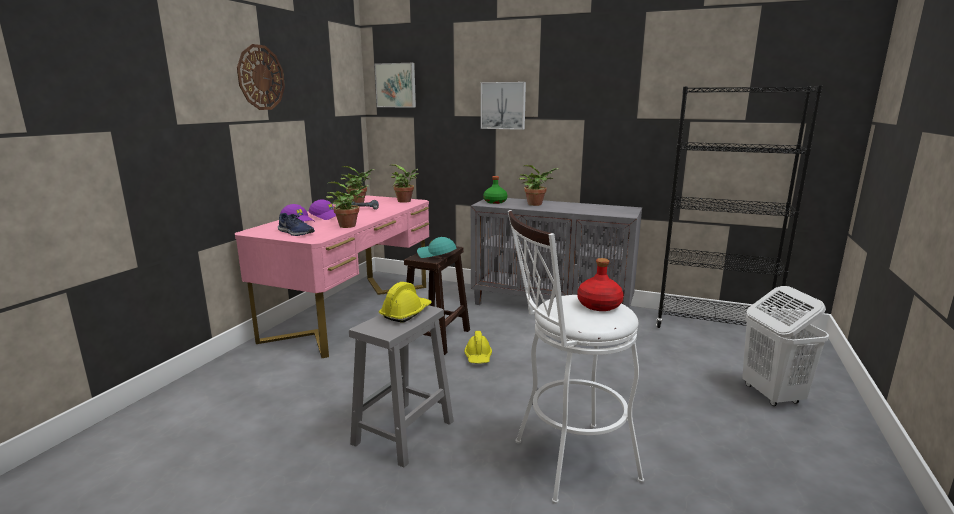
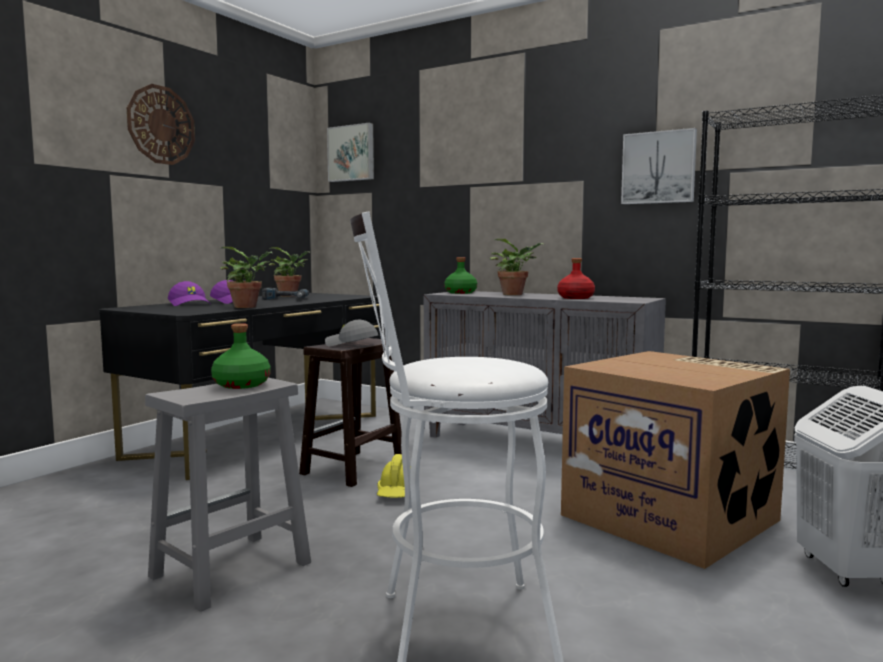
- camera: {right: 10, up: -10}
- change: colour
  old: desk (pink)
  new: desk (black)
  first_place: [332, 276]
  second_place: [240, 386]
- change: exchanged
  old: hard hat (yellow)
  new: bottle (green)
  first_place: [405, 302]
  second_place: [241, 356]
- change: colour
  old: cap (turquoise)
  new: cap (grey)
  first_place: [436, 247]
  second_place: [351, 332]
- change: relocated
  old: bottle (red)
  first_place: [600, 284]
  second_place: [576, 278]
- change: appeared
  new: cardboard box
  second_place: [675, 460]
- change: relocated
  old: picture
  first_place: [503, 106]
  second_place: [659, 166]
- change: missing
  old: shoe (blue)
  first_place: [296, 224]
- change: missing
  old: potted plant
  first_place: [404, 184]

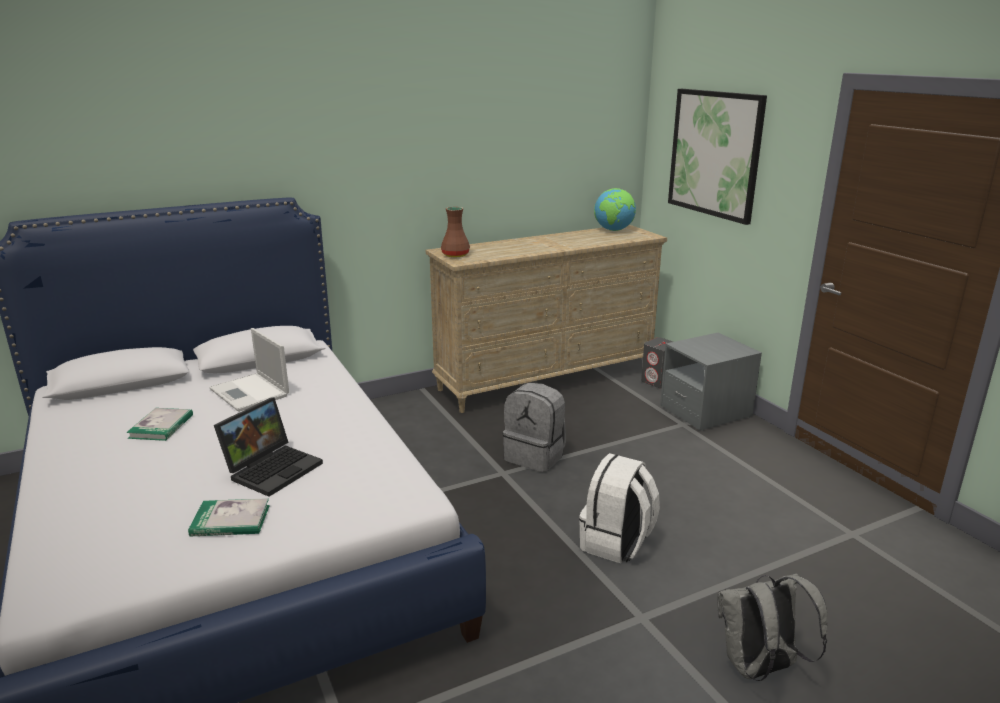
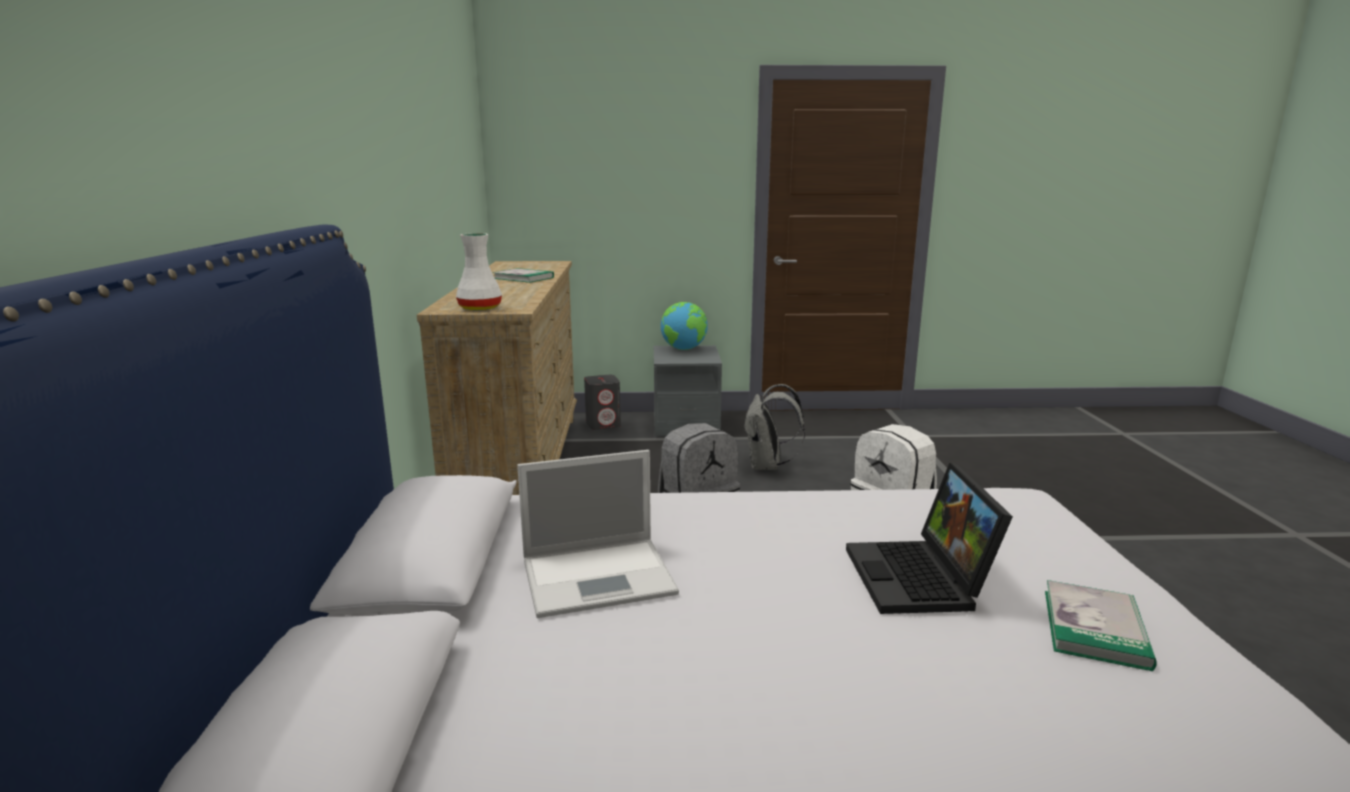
- camera: {right: -65, up: -5}
- change: colour
  old: vase (brown)
  new: vase (white)
  first_place: [455, 232]
  second_place: [479, 272]
- change: relocated
  old: book
  first_place: [159, 424]
  second_place: [523, 275]
- change: relocated
  old: globe
  first_place: [615, 209]
  second_place: [684, 326]
- change: relocated
  old: backpack (grey)
  first_place: [772, 627]
  second_place: [774, 427]
- change: spun
  old: laptop
  first_place: [268, 447]
  second_place: [929, 538]
  degrees: -150
- change: missing
  old: picture
  first_place: [717, 157]

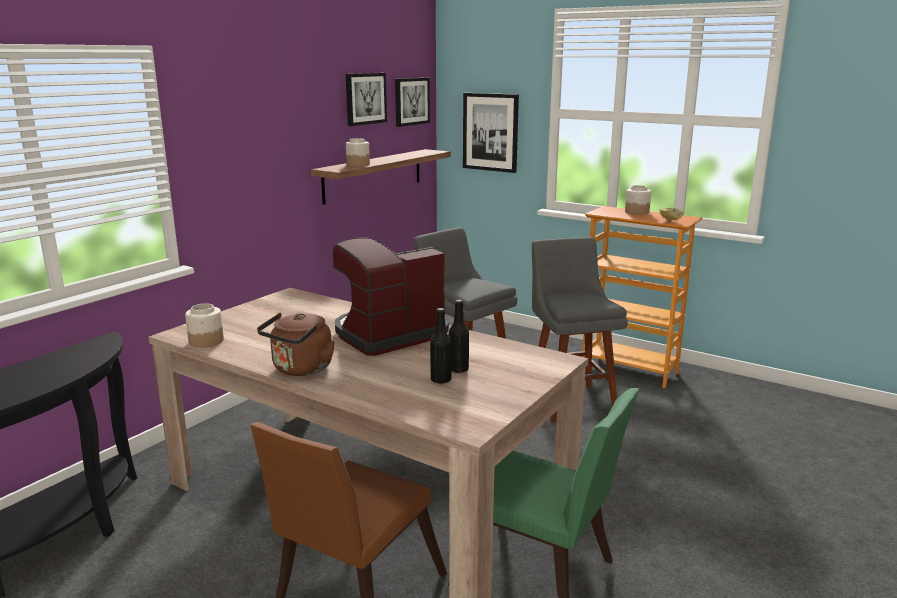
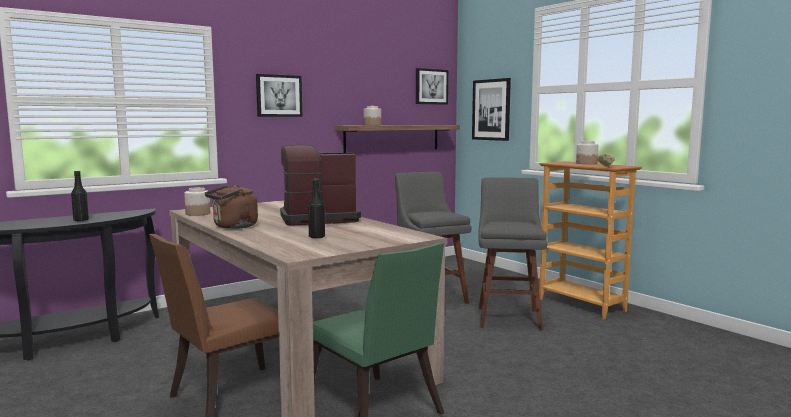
- camera: {right: 20, up: -10}
- change: relocated
  old: bottle (black)
  first_place: [459, 336]
  second_place: [80, 196]
- change: relocated
  old: picture
  first_place: [366, 99]
  second_place: [279, 95]

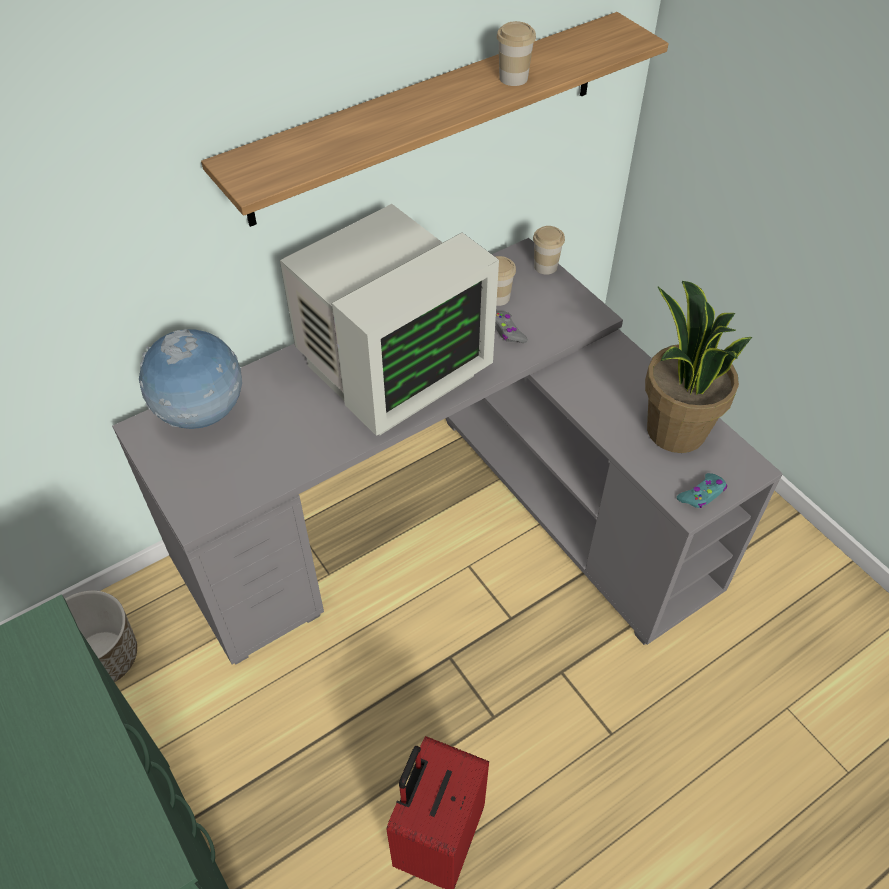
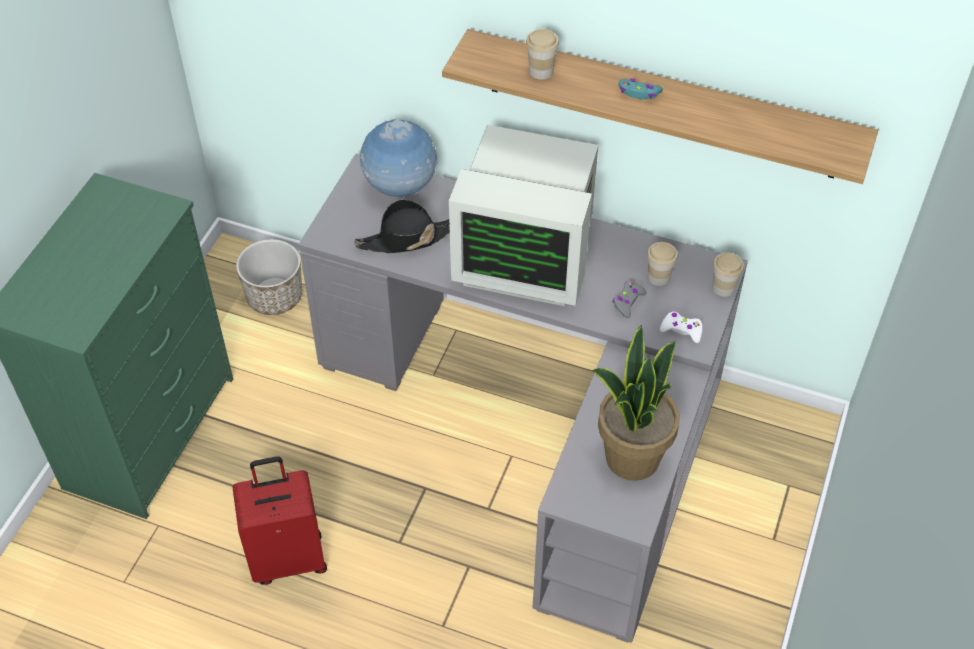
- camera: {right: 55, up: 0}
- change: appeared
  new: hat (black)
  second_place: [402, 226]
- change: relocated
  old: cup
  first_place: [516, 53]
  second_place: [542, 54]
- change: relocated
  old: game controller (turquoise)
  first_place: [702, 490]
  second_place: [641, 89]
- change: appeared
  new: game controller (white)
  second_place: [681, 327]

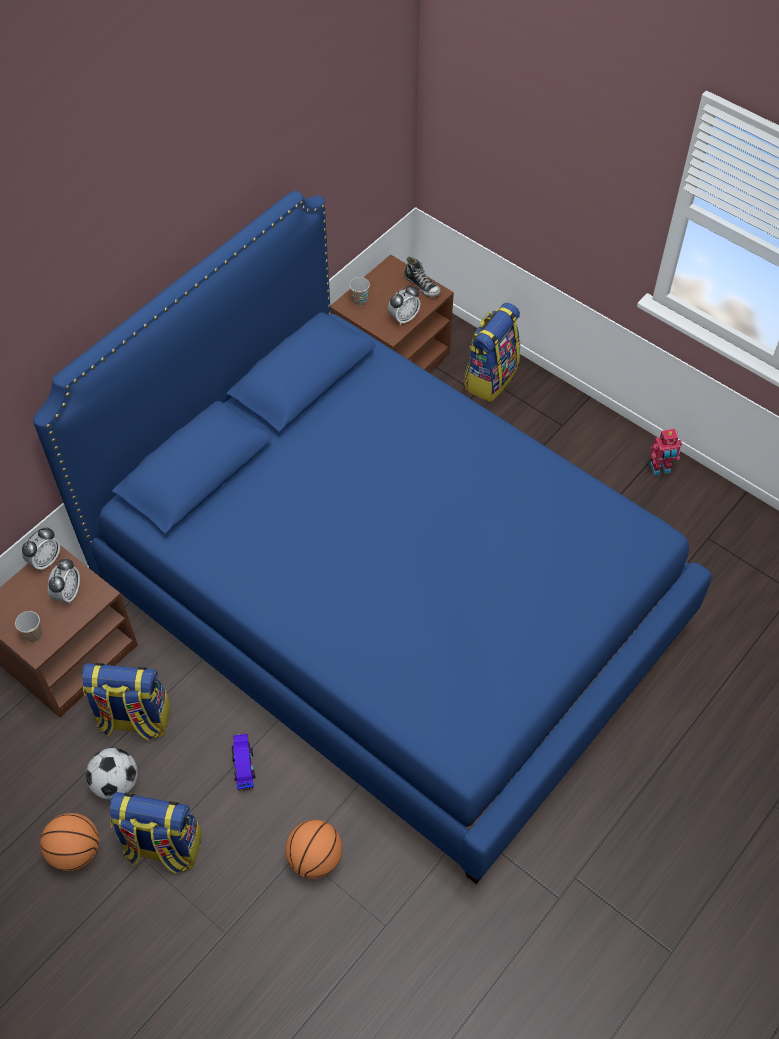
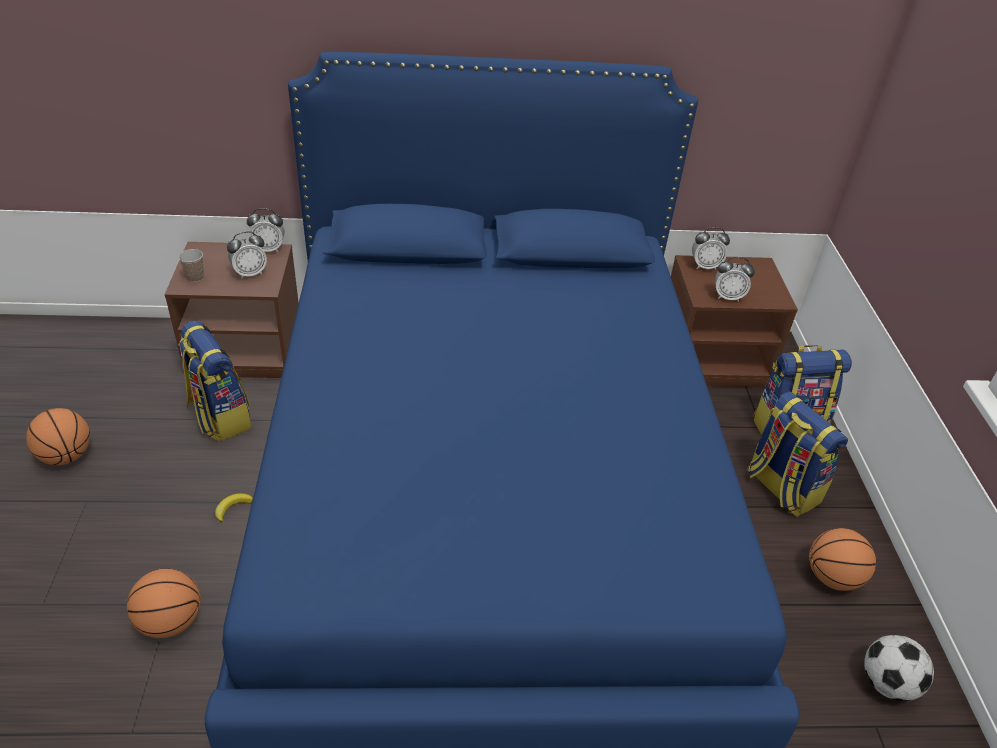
- camera: {right: 45, up: -15}
- change: exchanged
  old: toy car
  new: banana
  first_place: [243, 762]
  second_place: [234, 508]
- change: exchanged
  old: cup
  new: alarm clock
  first_place: [360, 291]
  second_place: [711, 248]
- change: relocated
  old: backpack
  first_place: [156, 833]
  second_place: [797, 454]
- change: appeared
  new: basketball
  second_place: [842, 559]
- change: relocated
  old: football
  first_place: [112, 774]
  second_place: [899, 668]
- change: missing
  old: shoe
  first_place: [422, 277]
- change: missing
  old: toy robot
  first_place: [665, 452]

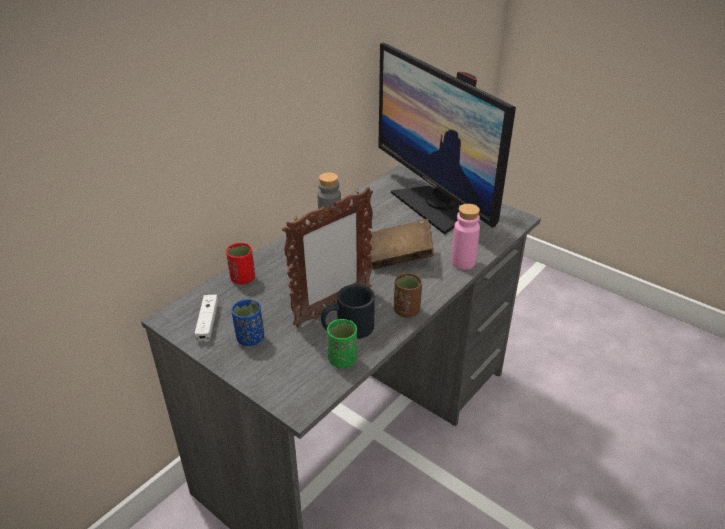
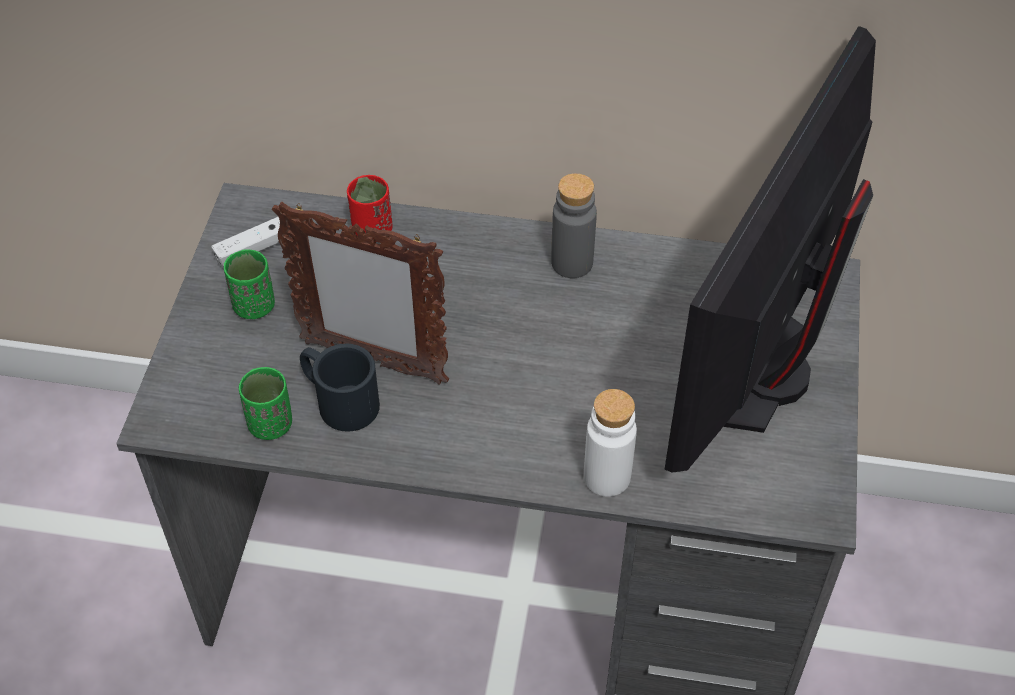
- camera: {right: 60, up: 15}
- change: colour
  old: cup (blue)
  new: cup (green)
  first_place: [248, 322]
  second_place: [249, 284]
- change: colour
  old: bottle (pink)
  new: bottle (white)
  first_place: [465, 237]
  second_place: [610, 443]
- change: missing
  old: book (brown)
  first_place: [401, 244]
- change: missing
  old: cup (brown)
  first_place: [408, 295]

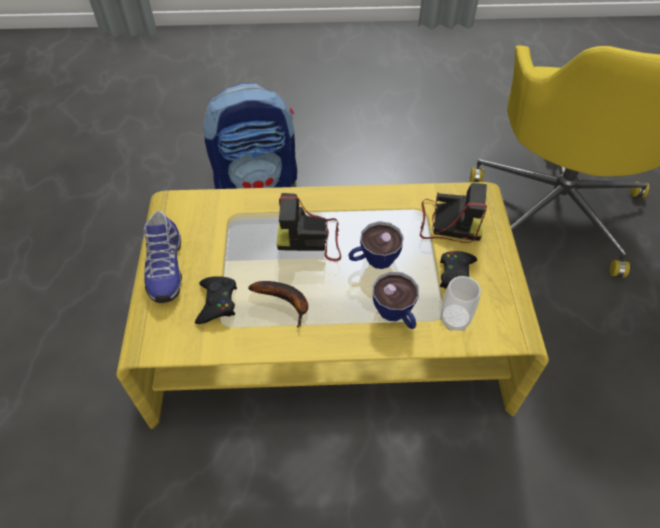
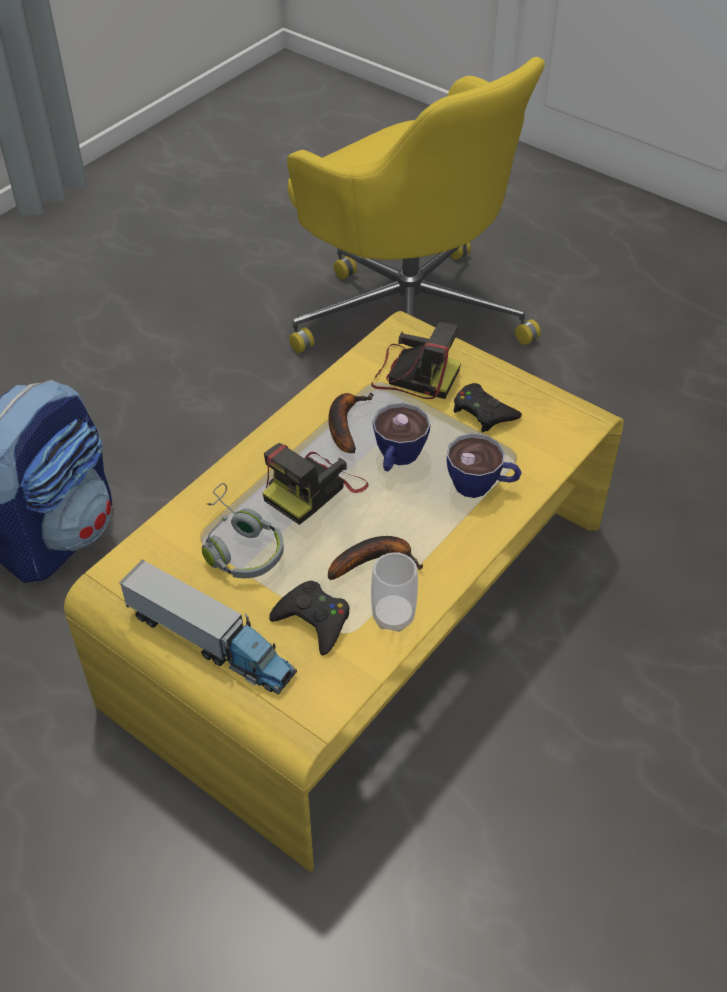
- camera: {right: -50, up: -5}
- change: exchanged
  old: shoe
  new: toy truck
  first_place: [162, 256]
  second_place: [208, 627]
- change: appeared
  new: headphones (grey)
  second_place: [243, 530]
- change: appeared
  new: banana
  second_place: [350, 423]
- change: spun
  old: photo camera
  first_place: [453, 213]
  second_place: [416, 360]
  degrees: 60
- change: relocated
  old: cup
  first_place: [460, 303]
  second_place: [394, 592]

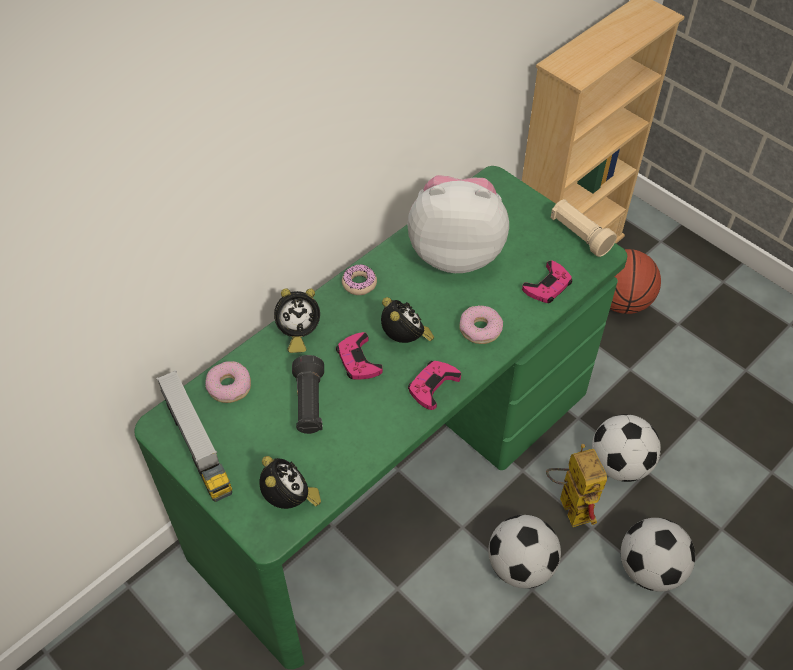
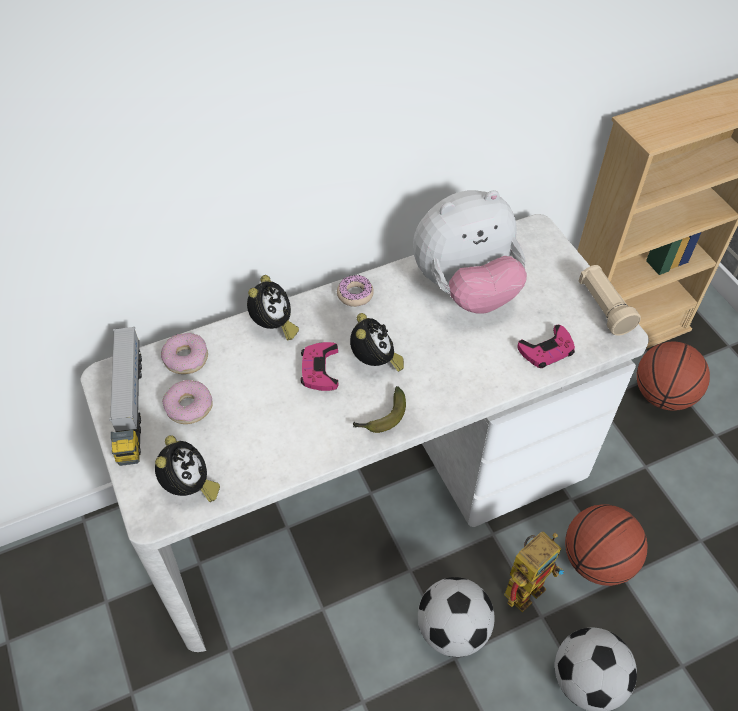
- camera: {right: 20, up: 0}
- change: colour
  old: desk (green)
  new: desk (white)
  first_place: [381, 417]
  second_place: [364, 433]
- change: relocated
  old: donut
  first_place: [481, 324]
  second_place: [187, 402]
- change: spun
  old: alarm clock
  first_place: [297, 320]
  second_place: [273, 307]
  degrees: -75
- change: exchanged
  old: game controller (pink)
  new: banana
  first_place: [434, 385]
  second_place: [379, 409]
- change: spun
  old: plush toy
  first_place: [458, 224]
  second_place: [470, 252]
  degrees: 135
- change: spun
  old: toy robot
  first_place: [576, 485]
  second_place: [534, 572]
  degrees: 45
- change: exchanged
  old: football
  new: basketball
  first_place: [626, 448]
  second_place: [606, 545]
- change: missing
  old: flashlight (black)
  first_place: [308, 394]

